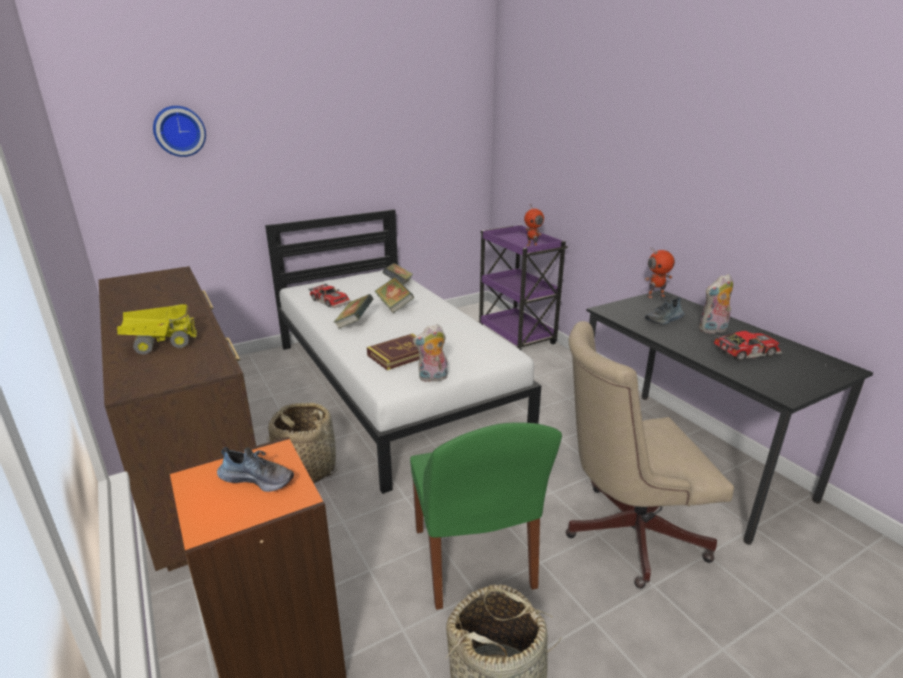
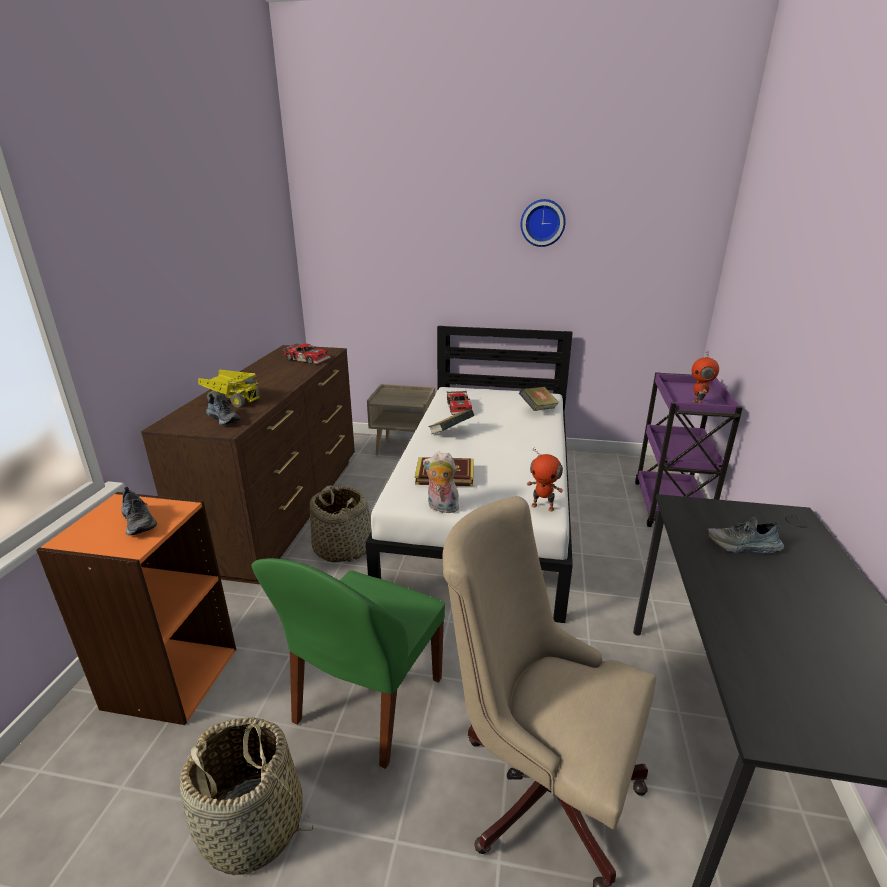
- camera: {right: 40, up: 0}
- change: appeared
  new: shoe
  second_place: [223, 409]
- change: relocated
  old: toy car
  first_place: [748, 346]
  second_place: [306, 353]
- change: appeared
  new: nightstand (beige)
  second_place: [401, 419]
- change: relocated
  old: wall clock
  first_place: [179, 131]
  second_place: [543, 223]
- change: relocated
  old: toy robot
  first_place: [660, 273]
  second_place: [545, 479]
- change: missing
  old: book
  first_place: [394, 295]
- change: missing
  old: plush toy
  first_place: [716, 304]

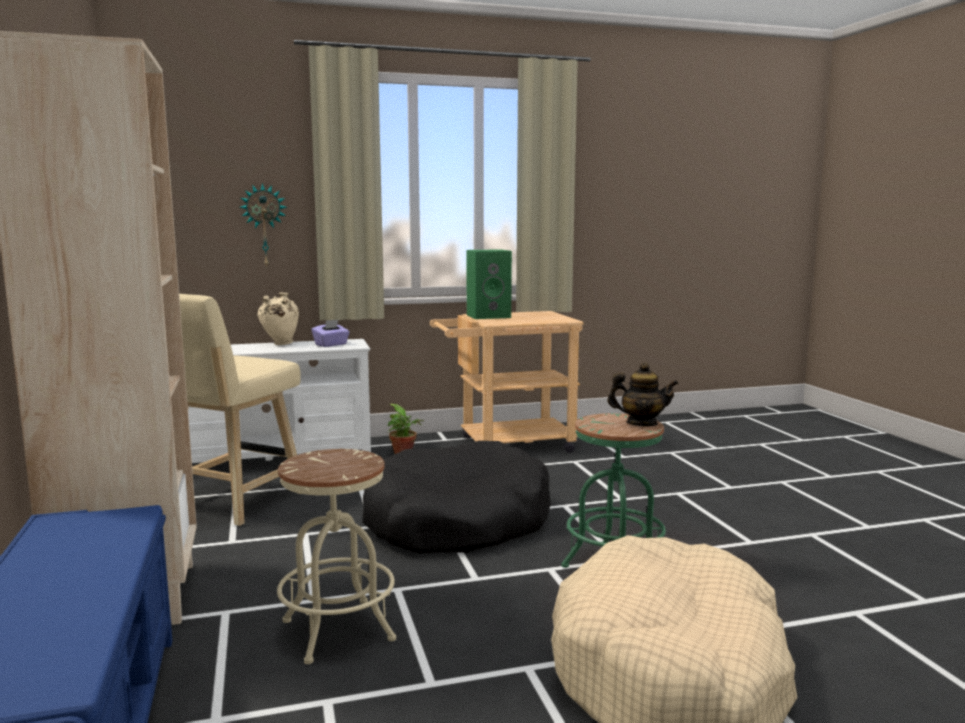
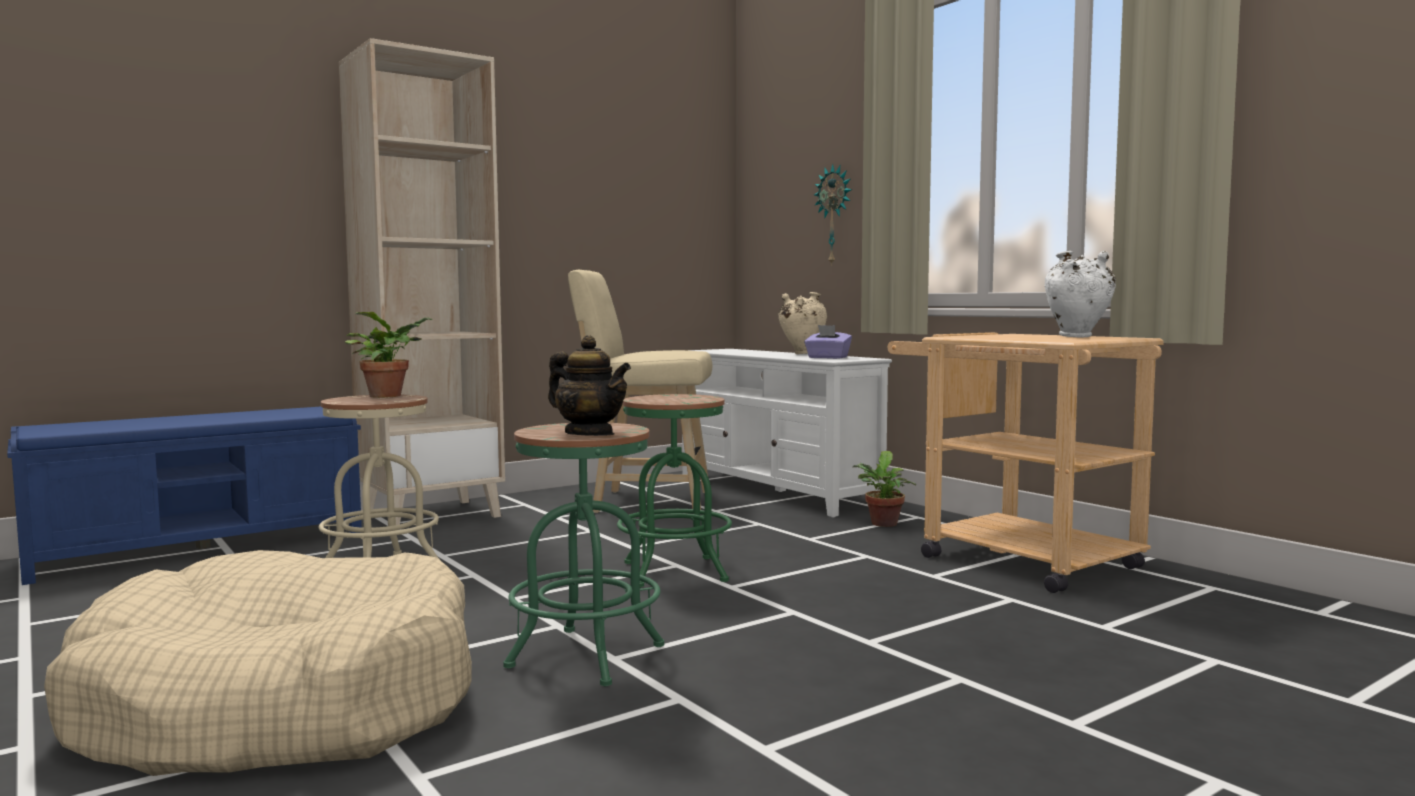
- camera: {right: 70, up: -5}
- change: appeared
  new: potted plant
  second_place: [388, 355]
- change: spun
  old: teapot
  first_place: [643, 394]
  second_place: [589, 385]
  degrees: -45
- change: exchanged
  old: dog bed (black)
  new: stool (green)
  first_place: [456, 497]
  second_place: [674, 491]
- change: appeared
  new: vase (white)
  second_place: [1080, 294]
- change: missing
  old: speaker (green)
  first_place: [489, 284]

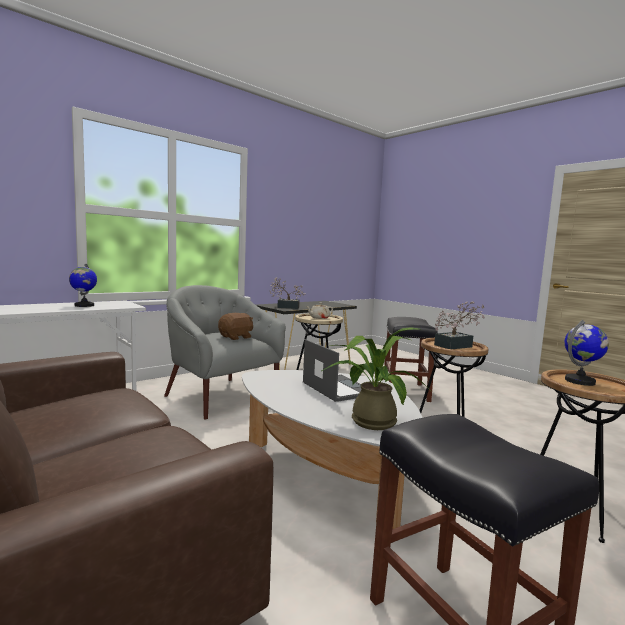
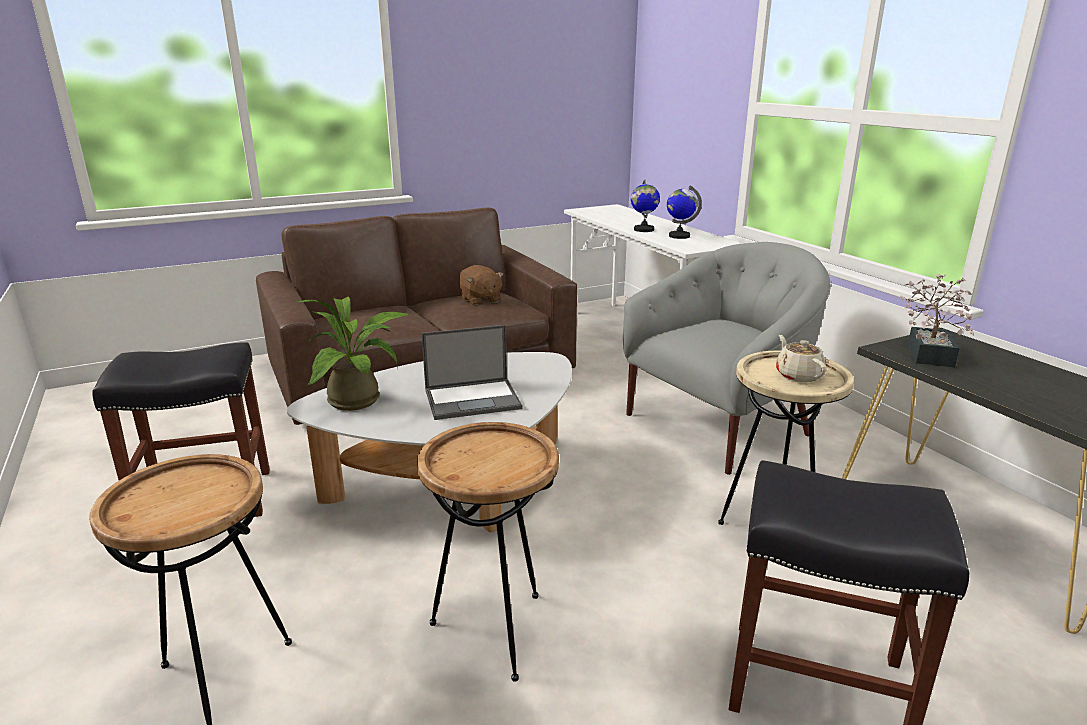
- camera: {right: 105, up: 15}
- change: relocated
  old: plush toy (brown)
  first_place: [235, 326]
  second_place: [481, 285]
- change: relocated
  old: globe
  first_place: [587, 353]
  second_place: [645, 205]
- change: missing
  old: potted plant
  first_place: [459, 325]

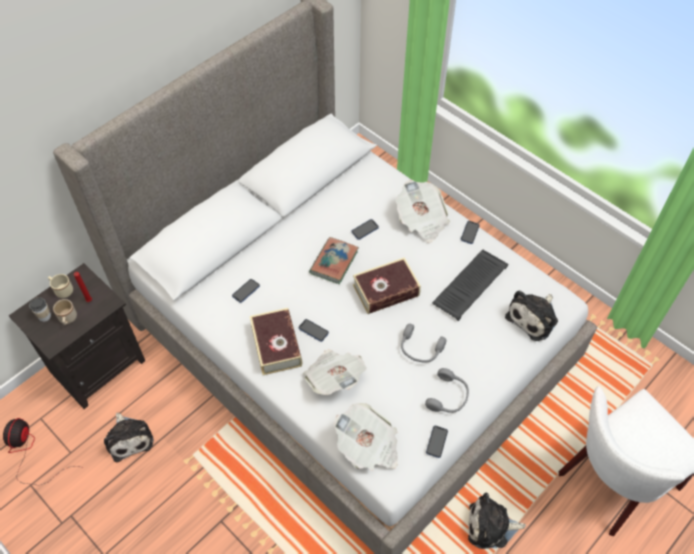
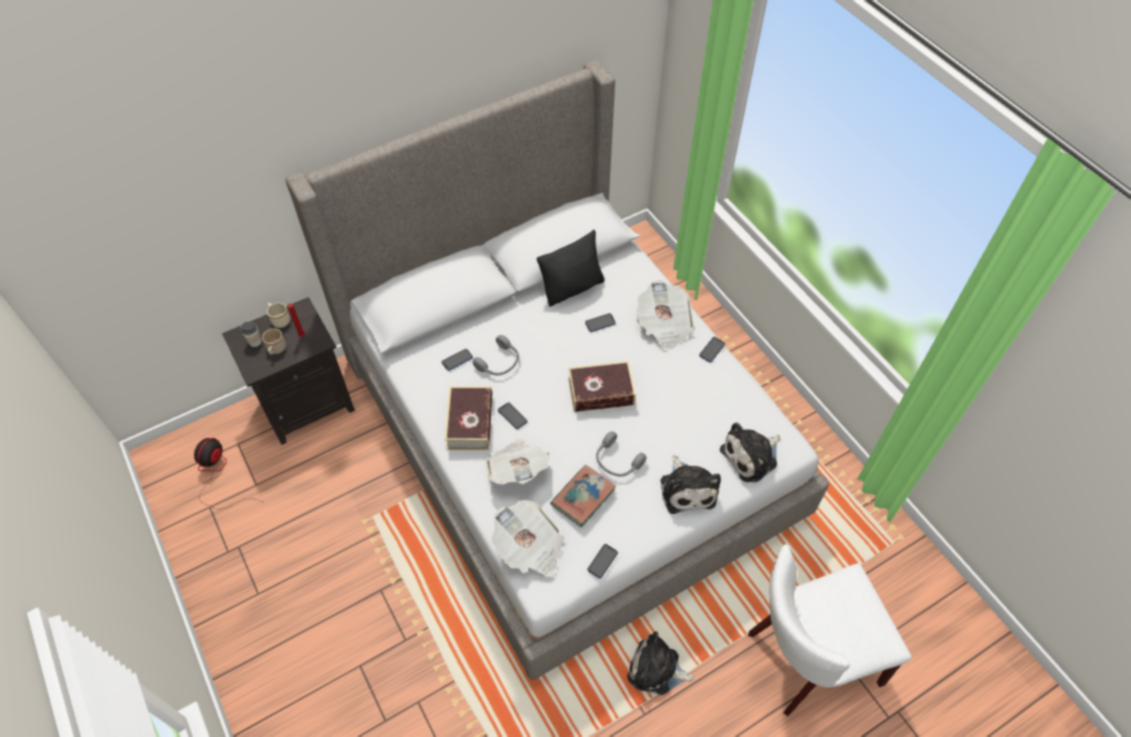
- camera: {right: 15, up: 0}
- change: relocated
  old: headphones (grey)
  first_place: [447, 390]
  second_place: [496, 355]
- change: appeared
  new: pillow (black)
  second_place: [570, 268]
- change: relocated
  old: book
  first_place: [334, 260]
  second_place: [583, 496]
- change: relocated
  old: plush toy
  first_place: [129, 437]
  second_place: [690, 484]
- change: missing
  old: keyboard
  first_place: [470, 285]

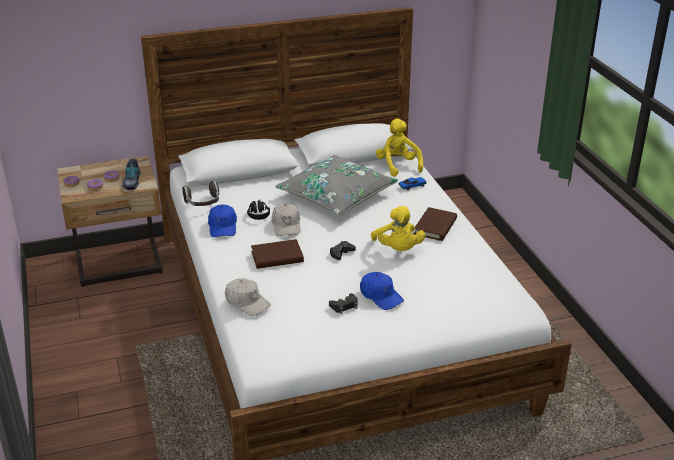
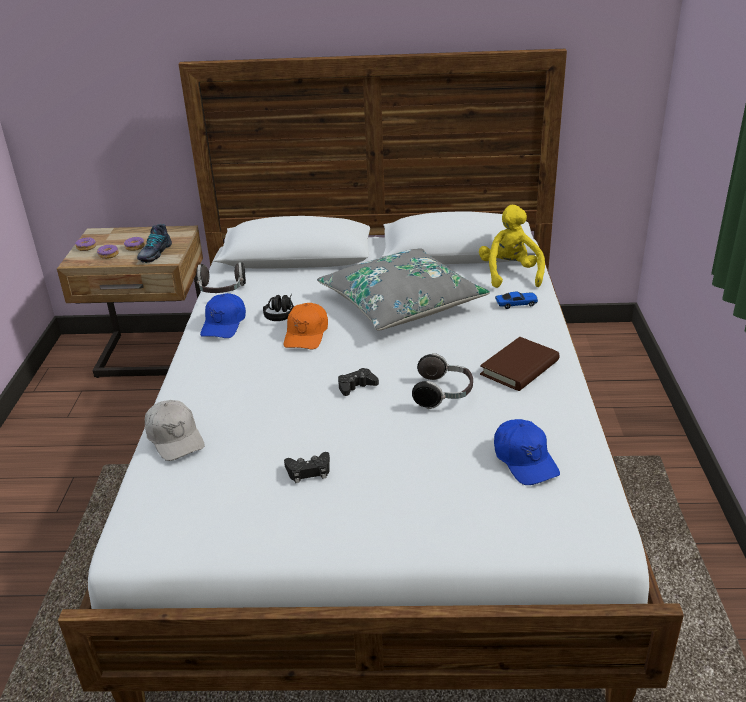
- camera: {right: 20, up: 0}
- change: colour
  old: cap (white)
  new: cap (orange)
  first_place: [286, 219]
  second_place: [306, 326]
- change: exchanged
  old: plush toy (yellow)
  new: headphones
  first_place: [398, 228]
  second_place: [442, 381]
- change: relocated
  old: cap (blue)
  first_place: [382, 291]
  second_place: [527, 452]
- change: missing
  old: book (brown)
  first_place: [277, 254]

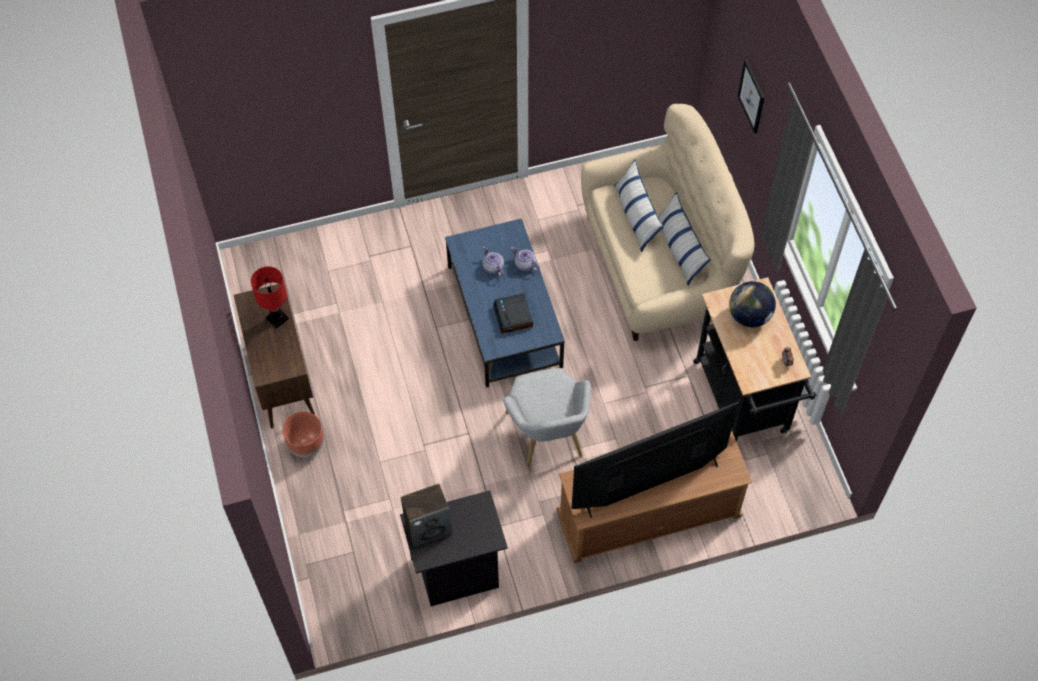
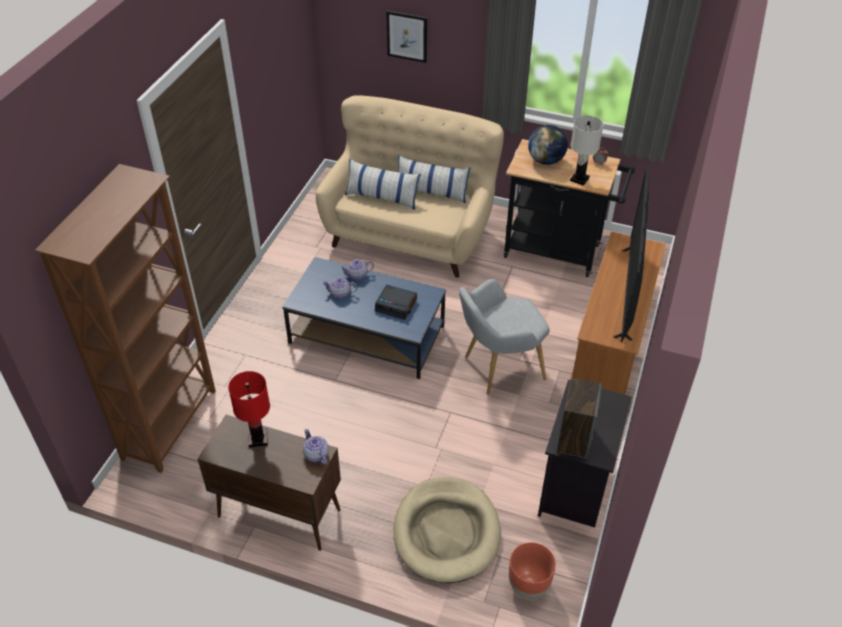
- camera: {right: -55, up: -15}
- change: appeared
  new: bookcase (brown)
  second_place: [125, 318]
- change: appeared
  new: teapot
  second_place: [316, 447]
- change: appeared
  new: dog bed (beige)
  second_place: [447, 530]
- change: spun
  old: armchair (grey)
  first_place: [547, 418]
  second_place: [504, 337]
  degrees: 135
- change: relocated
  old: planter (brown)
  first_place: [303, 434]
  second_place: [532, 570]
- change: appeared
  new: table lamp (white)
  second_place: [586, 150]

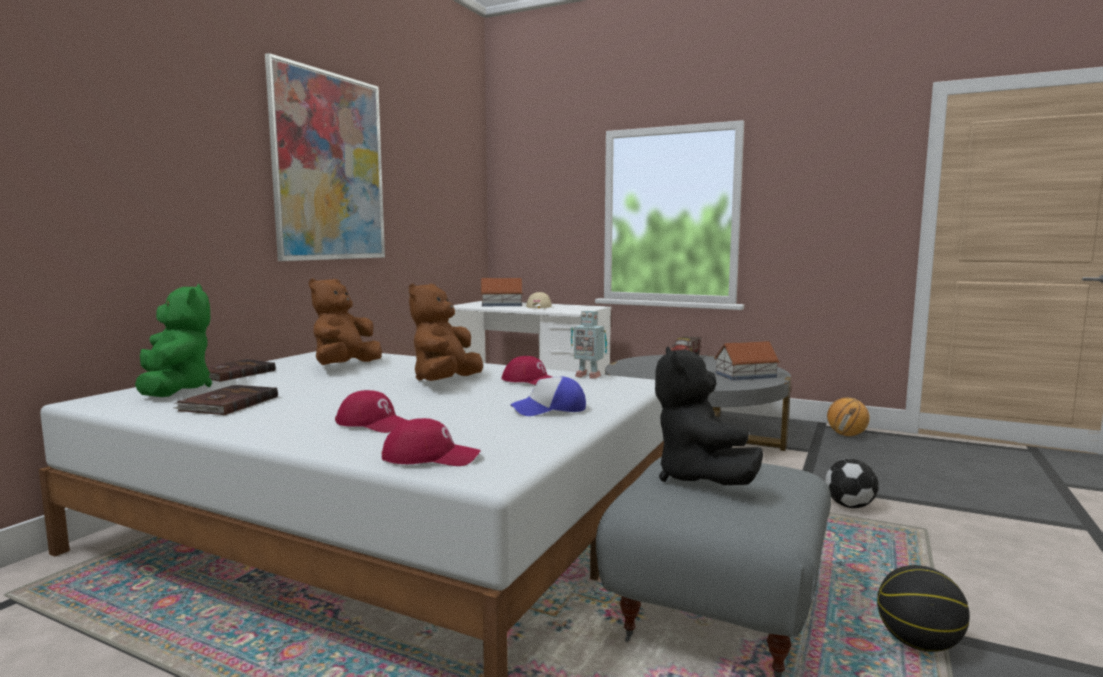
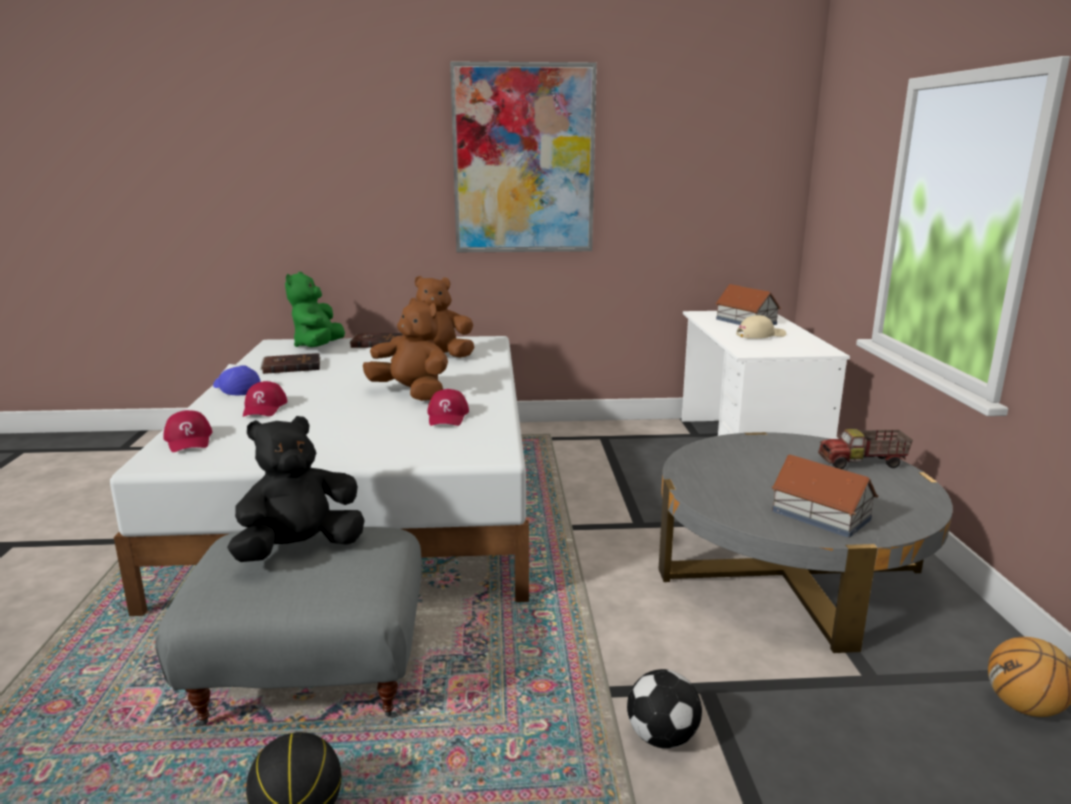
- camera: {right: 60, up: 10}
- change: relocated
  old: cap
  first_place: [548, 396]
  second_place: [236, 379]
- change: spun
  old: plush toy (green)
  first_place: [173, 340]
  second_place: [315, 309]
  degrees: 150
- change: spun
  old: plush toy (brown)
  first_place: [446, 332]
  second_place: [405, 349]
  degrees: 45
- change: missing
  old: toy robot
  first_place: [589, 345]

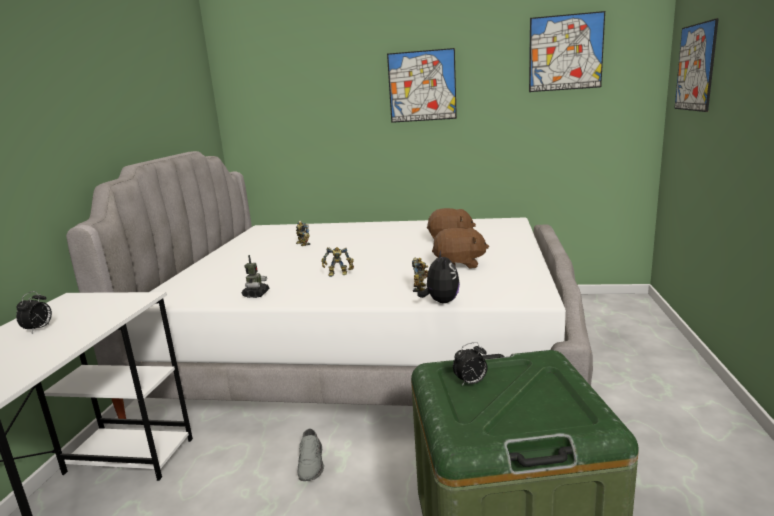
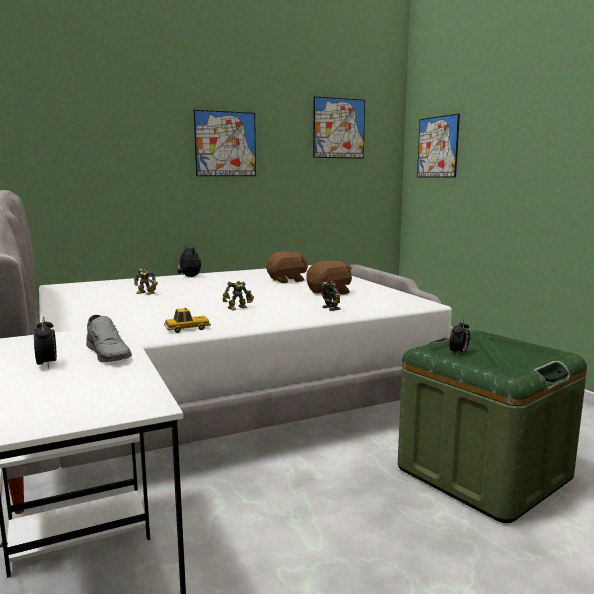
- camera: {right: -35, up: -5}
- change: relocated
  old: shoe (grey)
  first_place: [310, 454]
  second_place: [109, 338]
- change: exchanged
  old: toy robot
  new: toy car
  first_place: [255, 276]
  second_place: [187, 320]
- change: relocated
  old: plush toy
  first_place: [438, 276]
  second_place: [189, 261]

